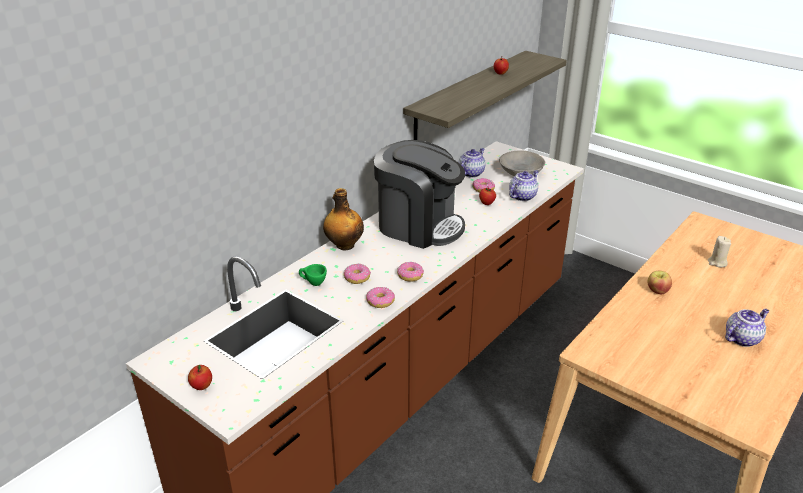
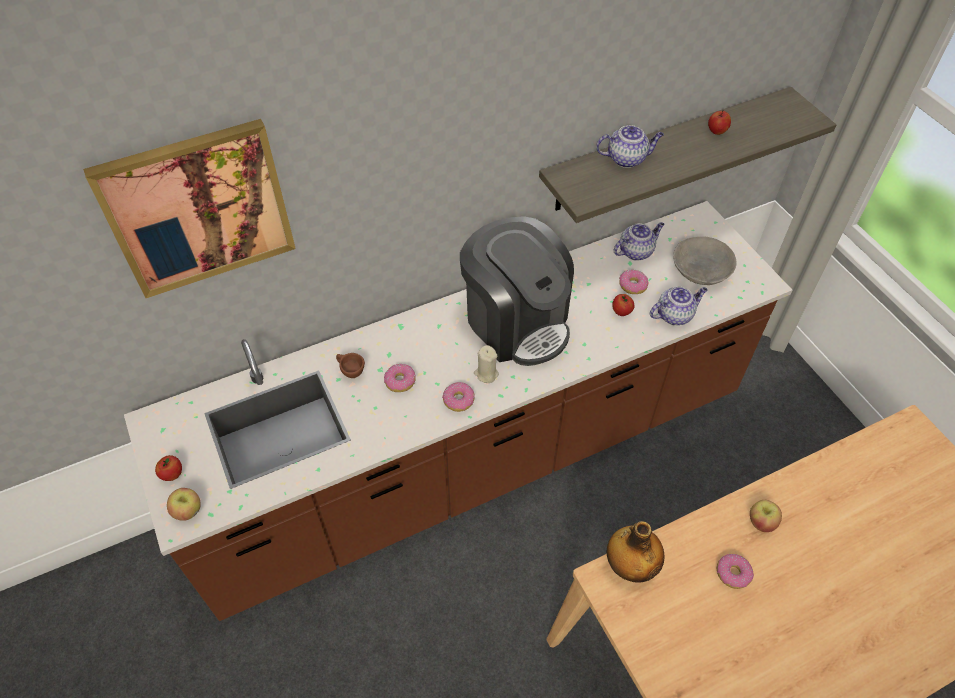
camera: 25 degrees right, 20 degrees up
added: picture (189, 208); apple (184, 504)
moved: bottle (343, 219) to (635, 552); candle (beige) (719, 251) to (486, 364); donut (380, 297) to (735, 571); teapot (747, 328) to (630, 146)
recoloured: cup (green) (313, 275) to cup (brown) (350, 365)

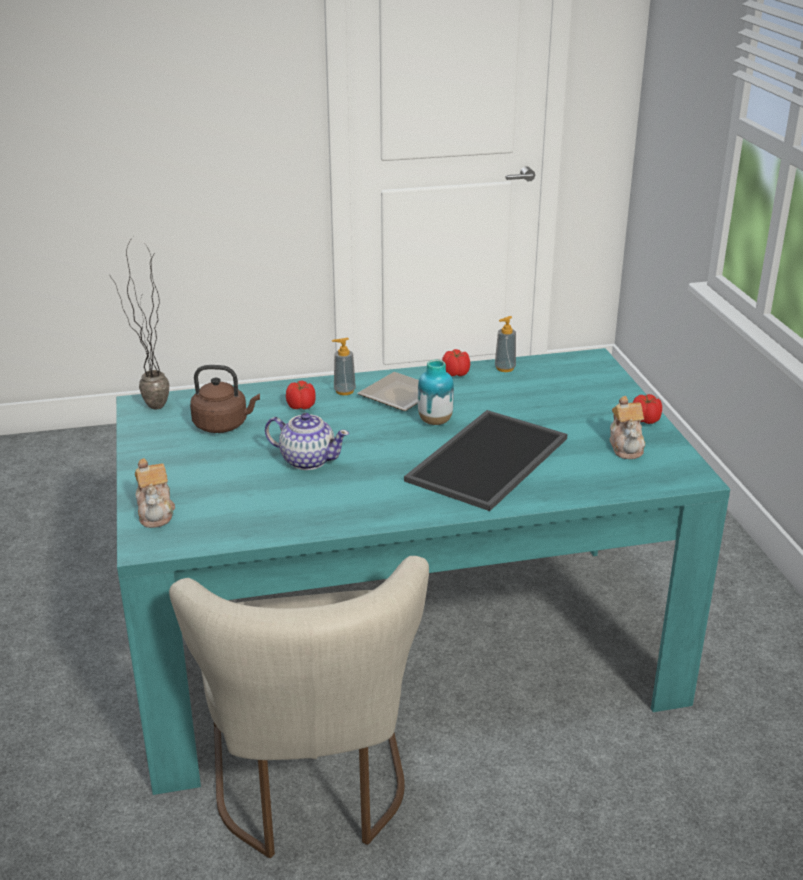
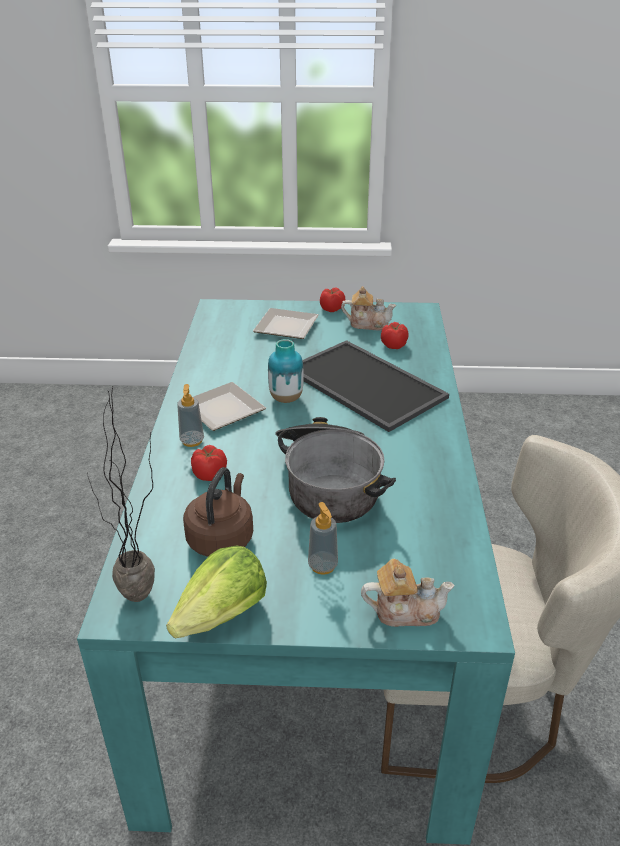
camera: 75 degrees left, 5 degrees up
added: plate (286, 323); lettuce (216, 591)
moved: soap dispenser (505, 344) to (323, 538); tomato (456, 362) to (394, 335)
replaced: teapot (307, 441) to cooking pot (335, 470)

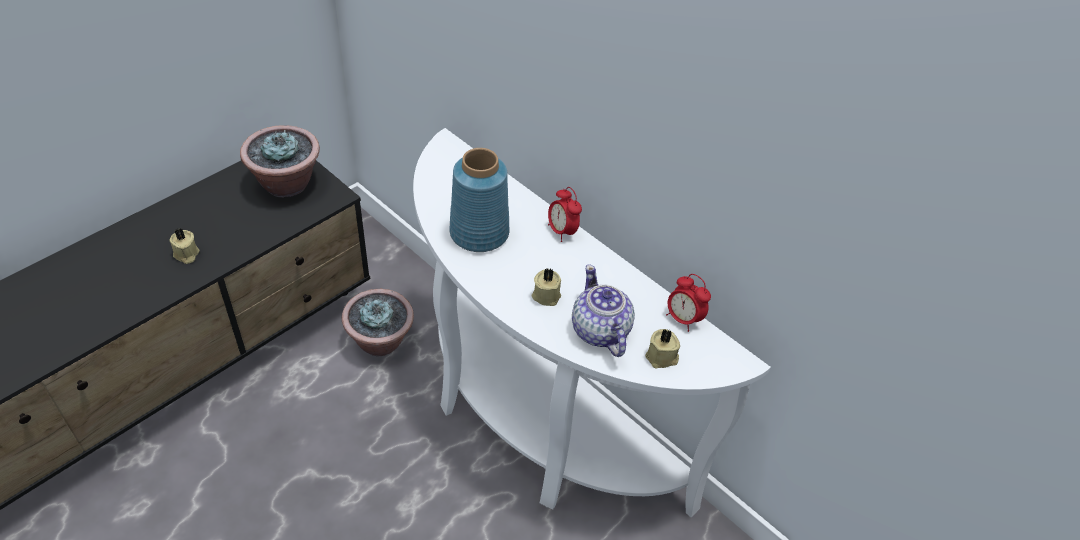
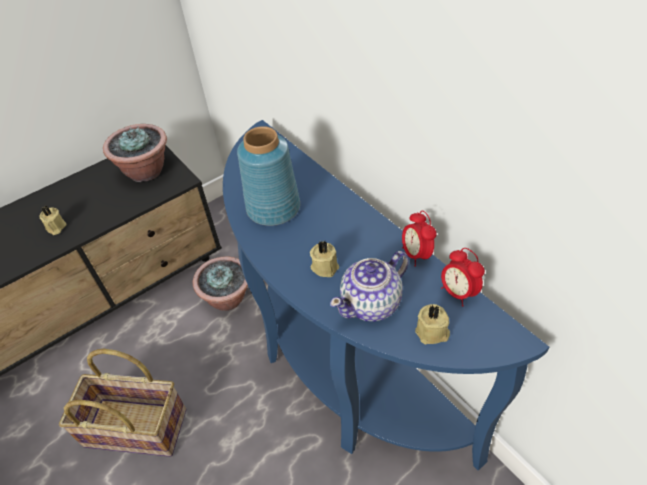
camera: 15 degrees right, 0 degrees up
added: basket (122, 402)
moved: alarm clock (565, 214) to (419, 239)
recoloured: console table (white) (592, 322) to console table (blue) (386, 295)
turned: teapot (603, 310) = (369, 286) 120 degrees counterclockwise

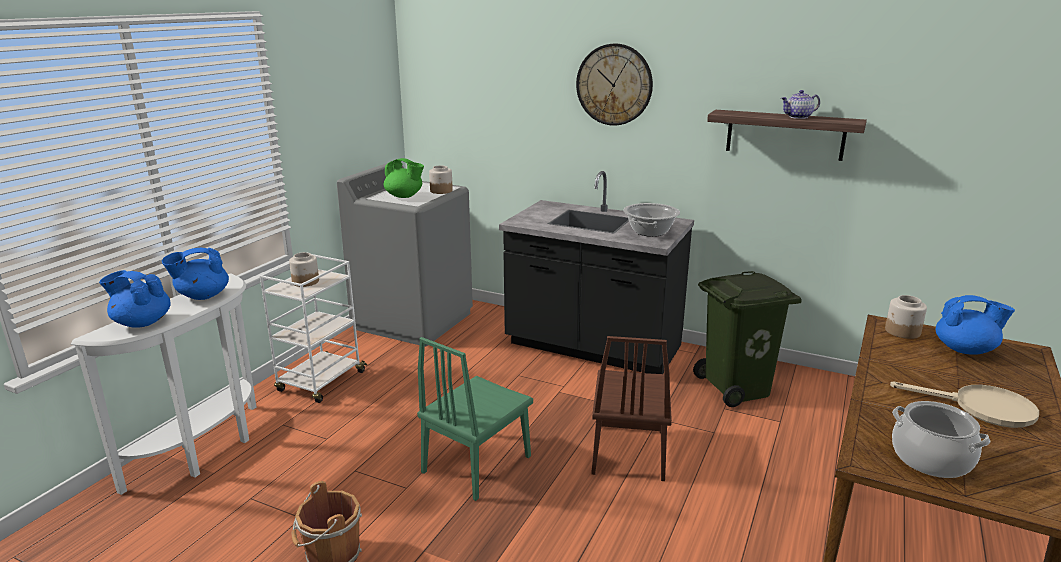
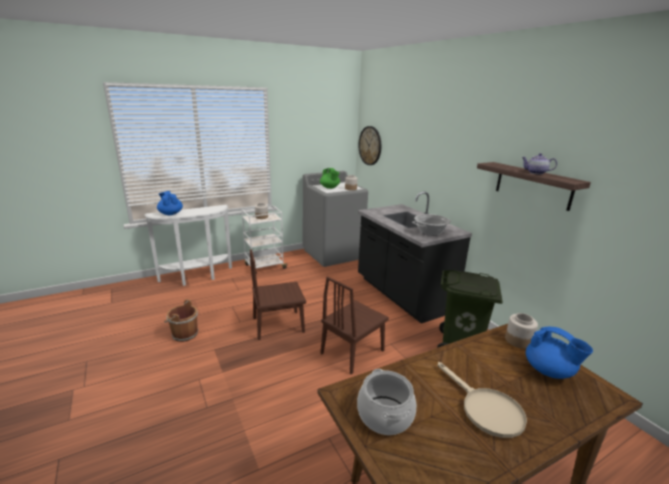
camera: 35 degrees right, 0 degrees up
removed: teapot (blue) (195, 274)
moved: wall clock (614, 84) to (369, 145)
recoloured: chair (green) (475, 419) to chair (brown) (278, 294)

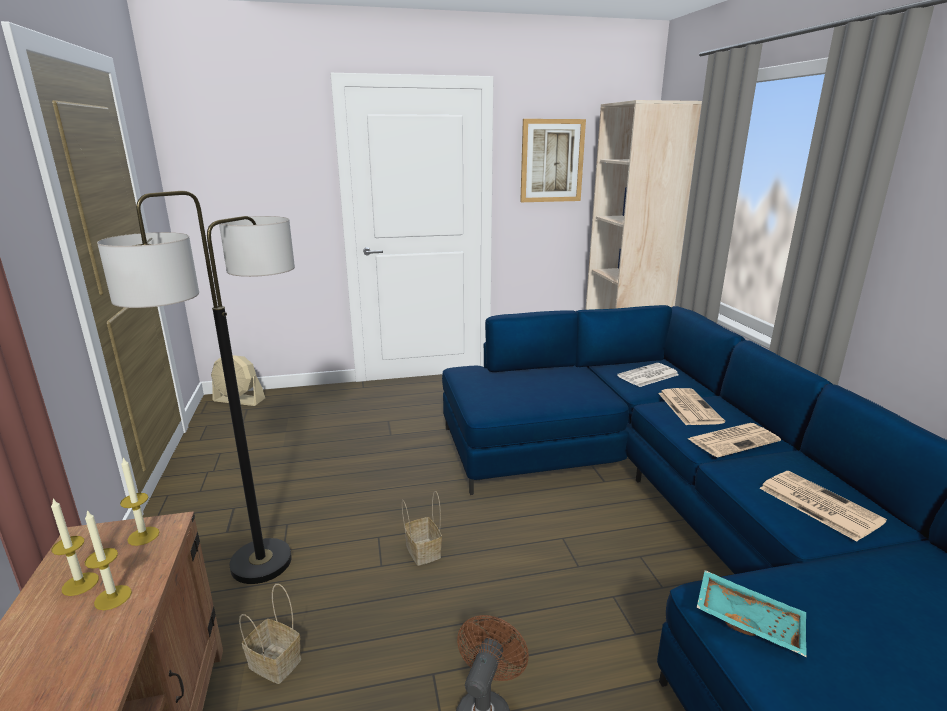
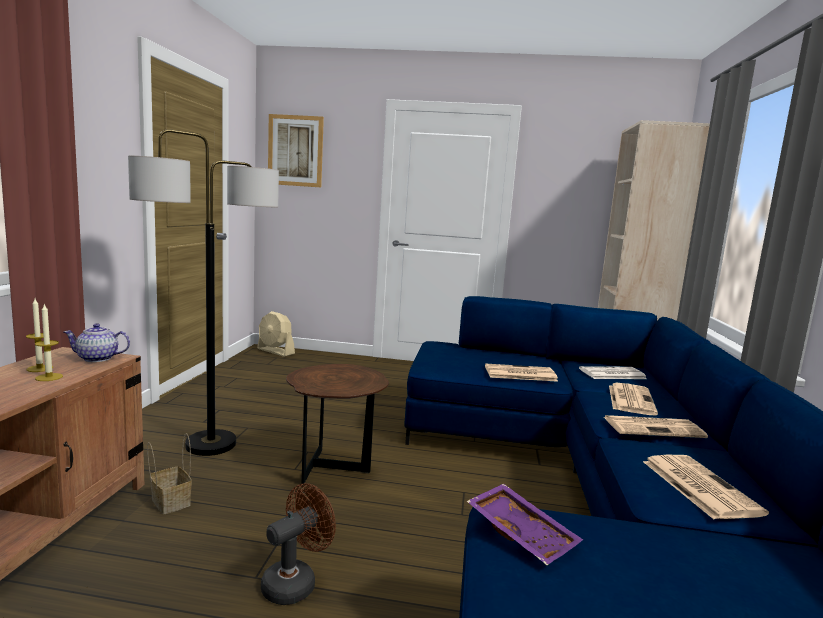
camera: 20 degrees right, 10 degrees down
added: newspaper (521, 372)
moved: picture (553, 160) to (296, 150)
replaced: candle (139, 501) to teapot (97, 342); basket (422, 528) to side table (brown) (337, 424)
recoloured: tray (turquoise) (751, 613) to tray (purple) (525, 524)

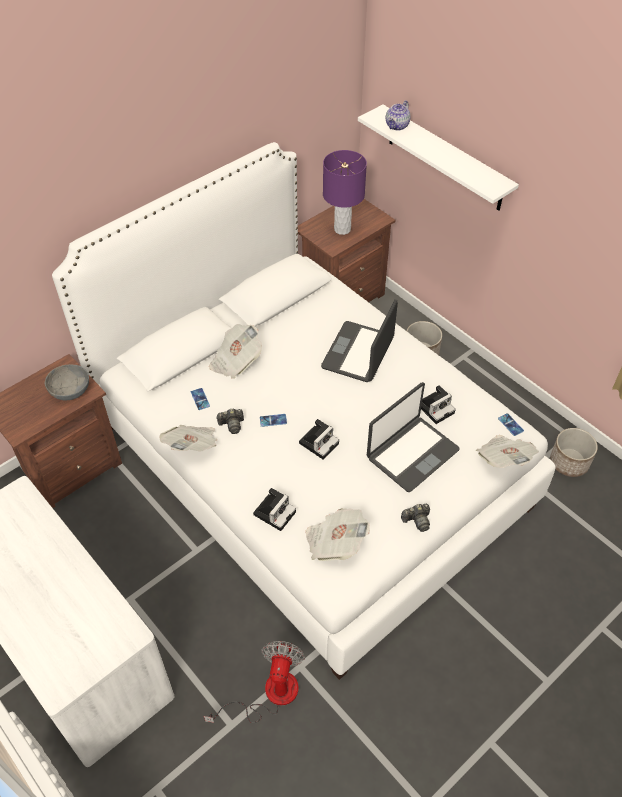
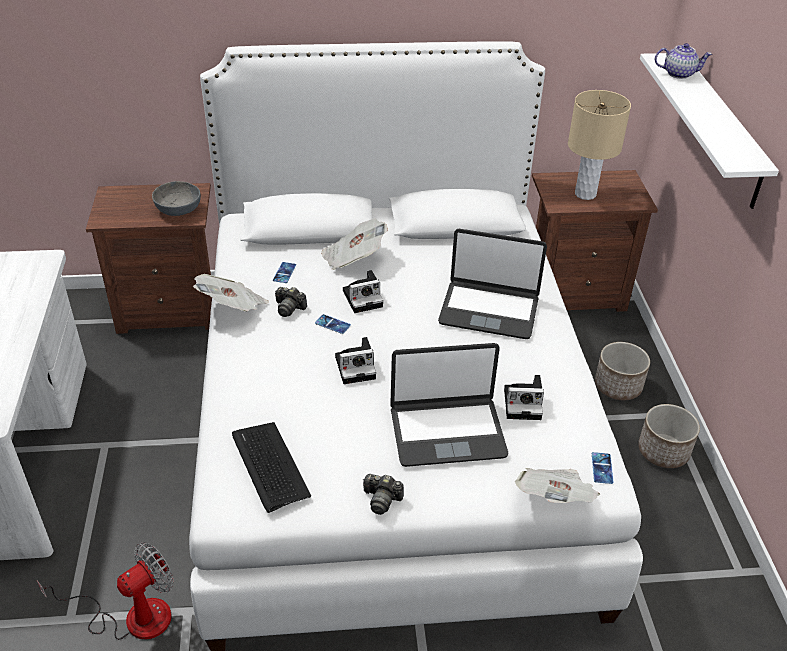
camera: 35 degrees right, 10 degrees down
moved: planter (574, 452) to (669, 436); photo camera (274, 509) to (363, 291)
replaced: newspaper (337, 534) to keyboard (271, 467)
recoloured: table lamp (purple) (345, 192) to table lamp (beige) (599, 145)
turned: teapot (398, 115) = (683, 61) 150 degrees counterclockwise; laptop (359, 340) = (492, 284) 135 degrees counterclockwise

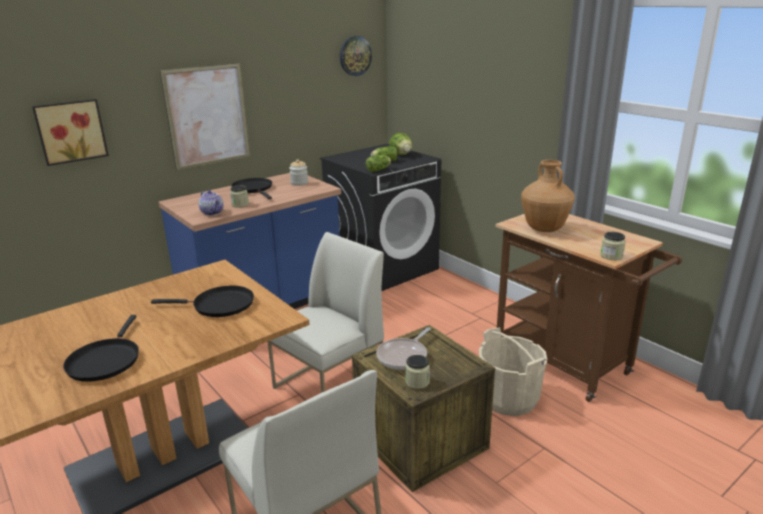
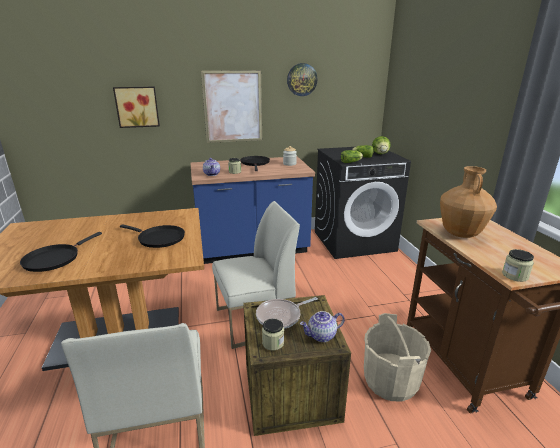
camera: 25 degrees right, 0 degrees up
added: teapot (322, 326)
moved: wall clock (356, 56) to (302, 79)

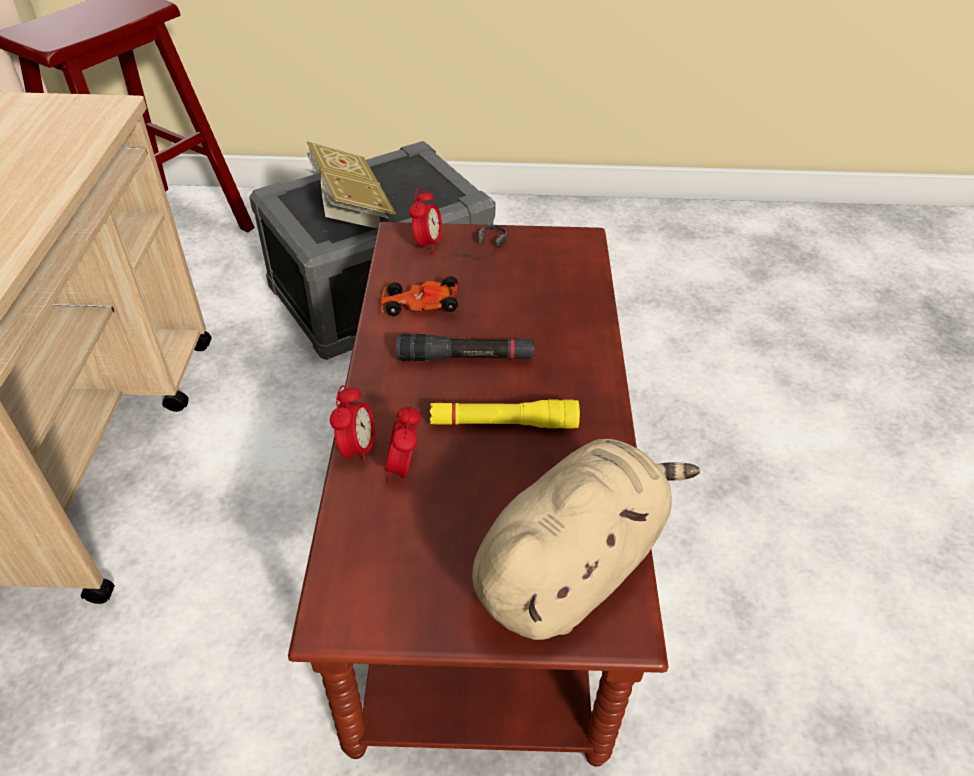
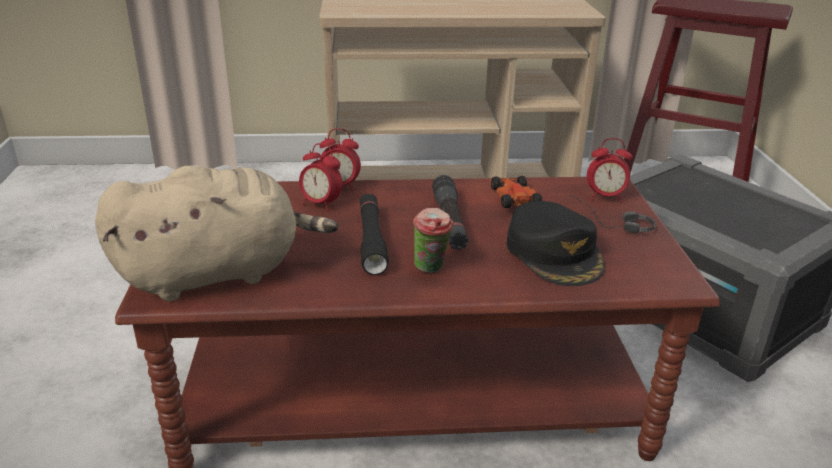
camera: 85 degrees right, 15 degrees down
removed: book (350, 185)
added: cap (black) (556, 243); cup (433, 240)
recoloured: flashlight (yellow) (505, 414) to flashlight (black) (374, 234)
turned: alarm clock (403, 445) = (320, 177) 150 degrees counterclockwise; plush toy (beige) (586, 539) = (216, 233) 60 degrees counterclockwise

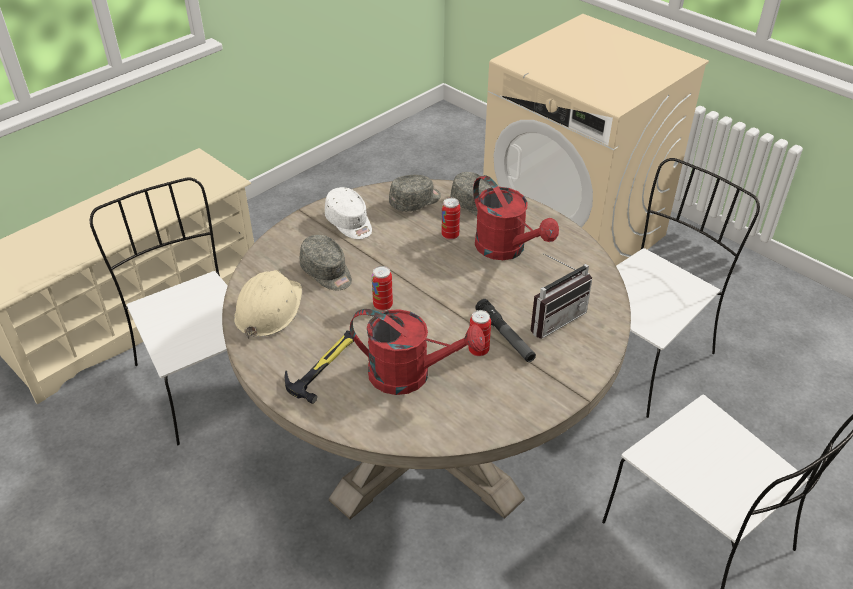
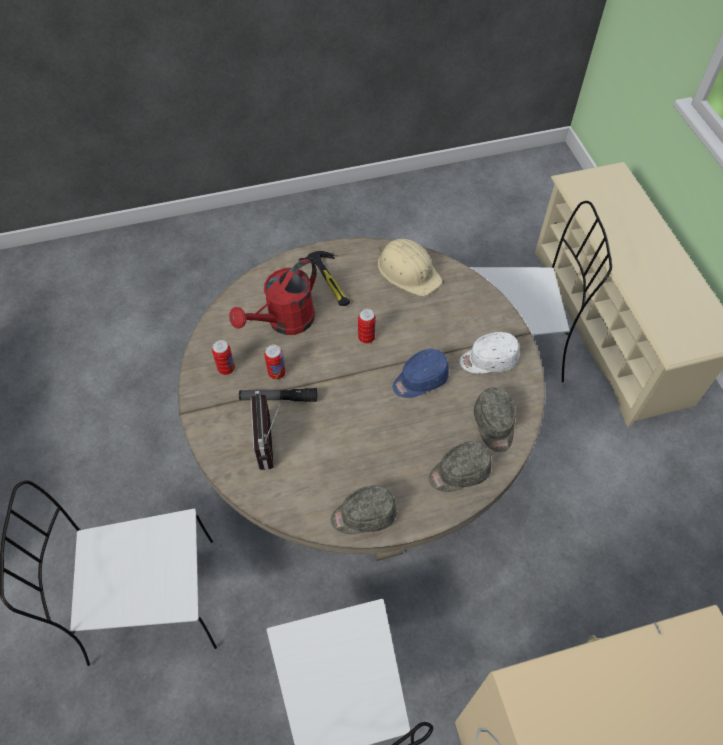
camera: 120 degrees right, 15 degrees up
removed: watering can (red) (516, 217)
added: cap (blue) (421, 373)
moved: can (451, 219) to (223, 357); cap (grey) (325, 262) to (363, 510)

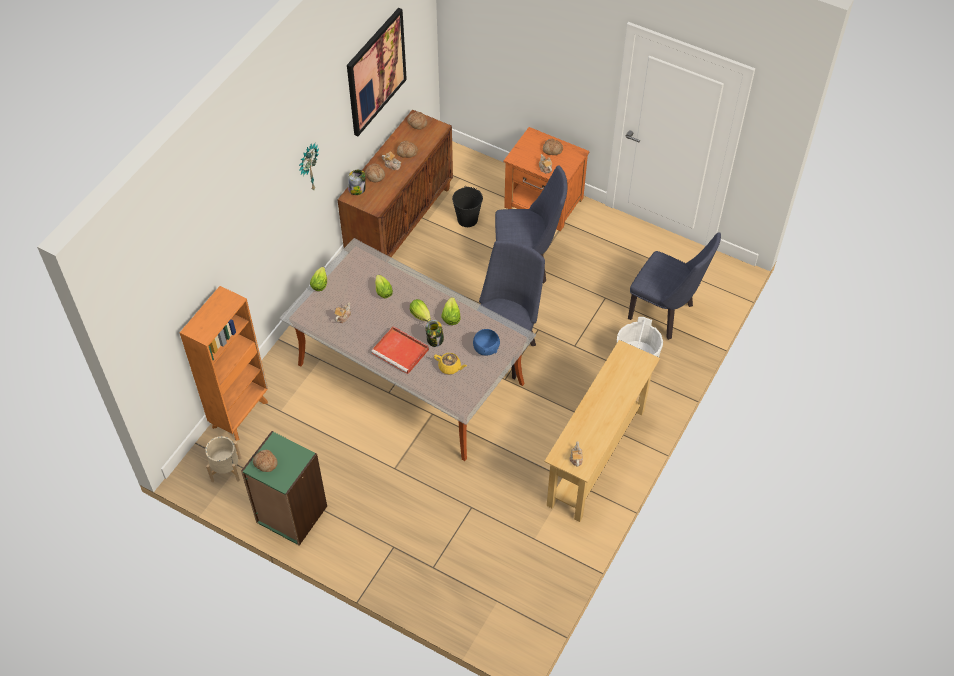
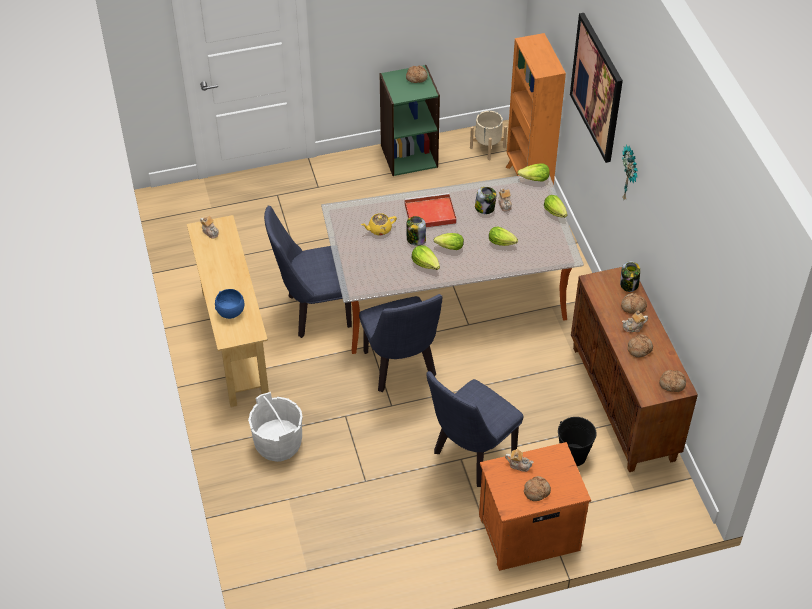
camera: 135 degrees right, 5 degrees down
added: lettuce (533, 172); jar (485, 200)
moved: picture (377, 72) to (596, 88); chair (blue) (674, 286) to (308, 272); bowl (blue) (486, 342) to (229, 304)

